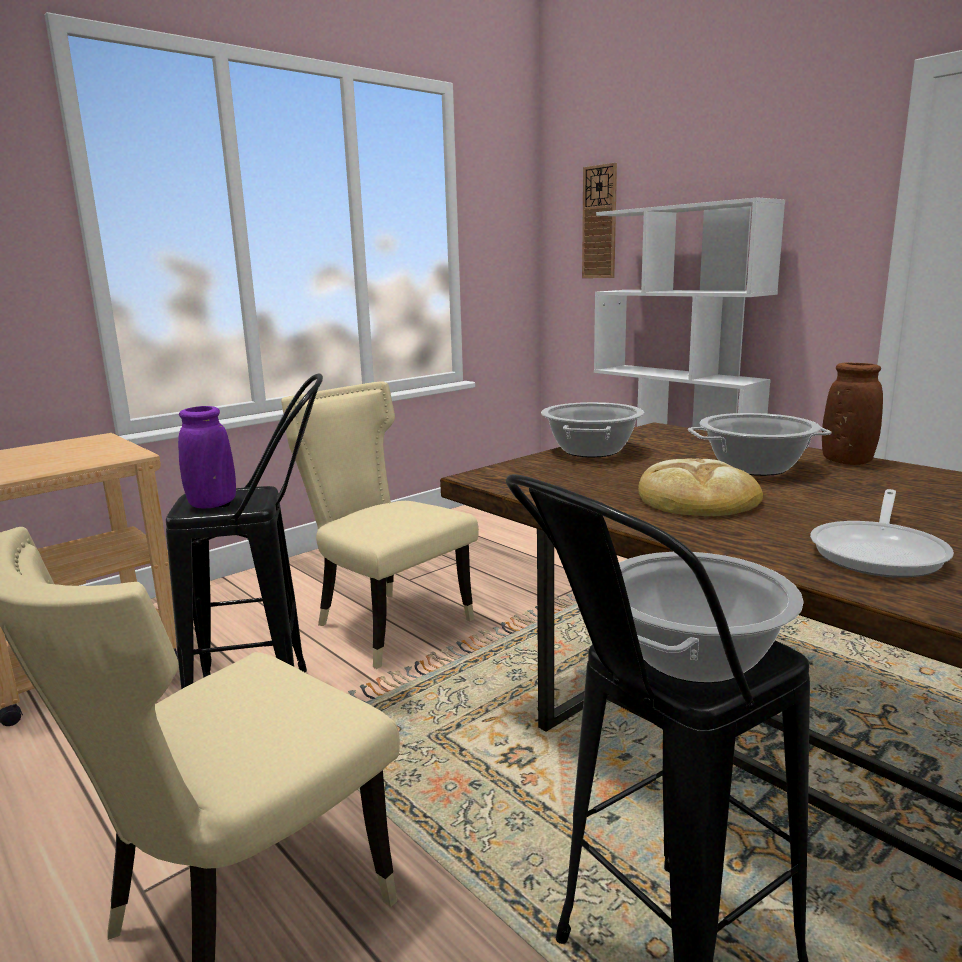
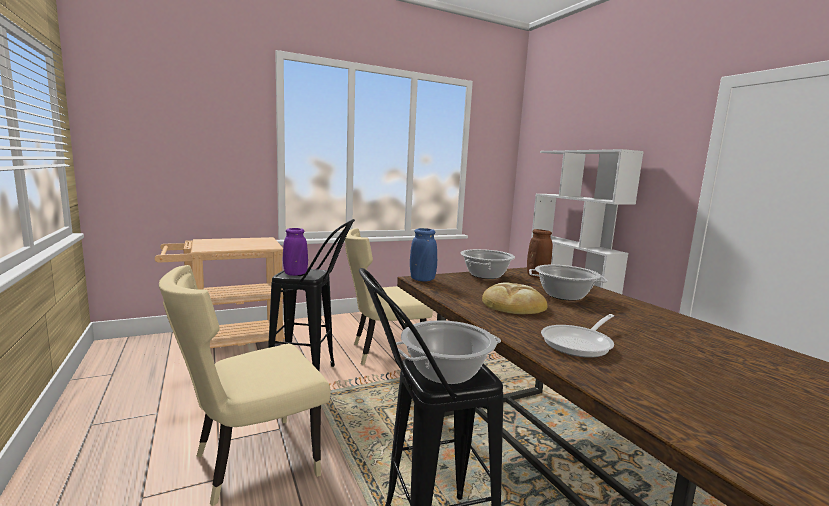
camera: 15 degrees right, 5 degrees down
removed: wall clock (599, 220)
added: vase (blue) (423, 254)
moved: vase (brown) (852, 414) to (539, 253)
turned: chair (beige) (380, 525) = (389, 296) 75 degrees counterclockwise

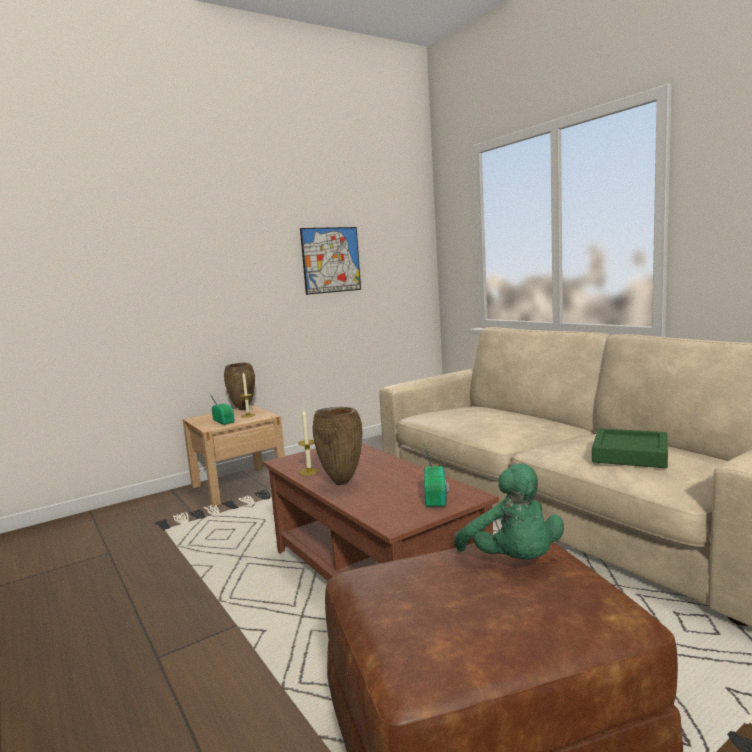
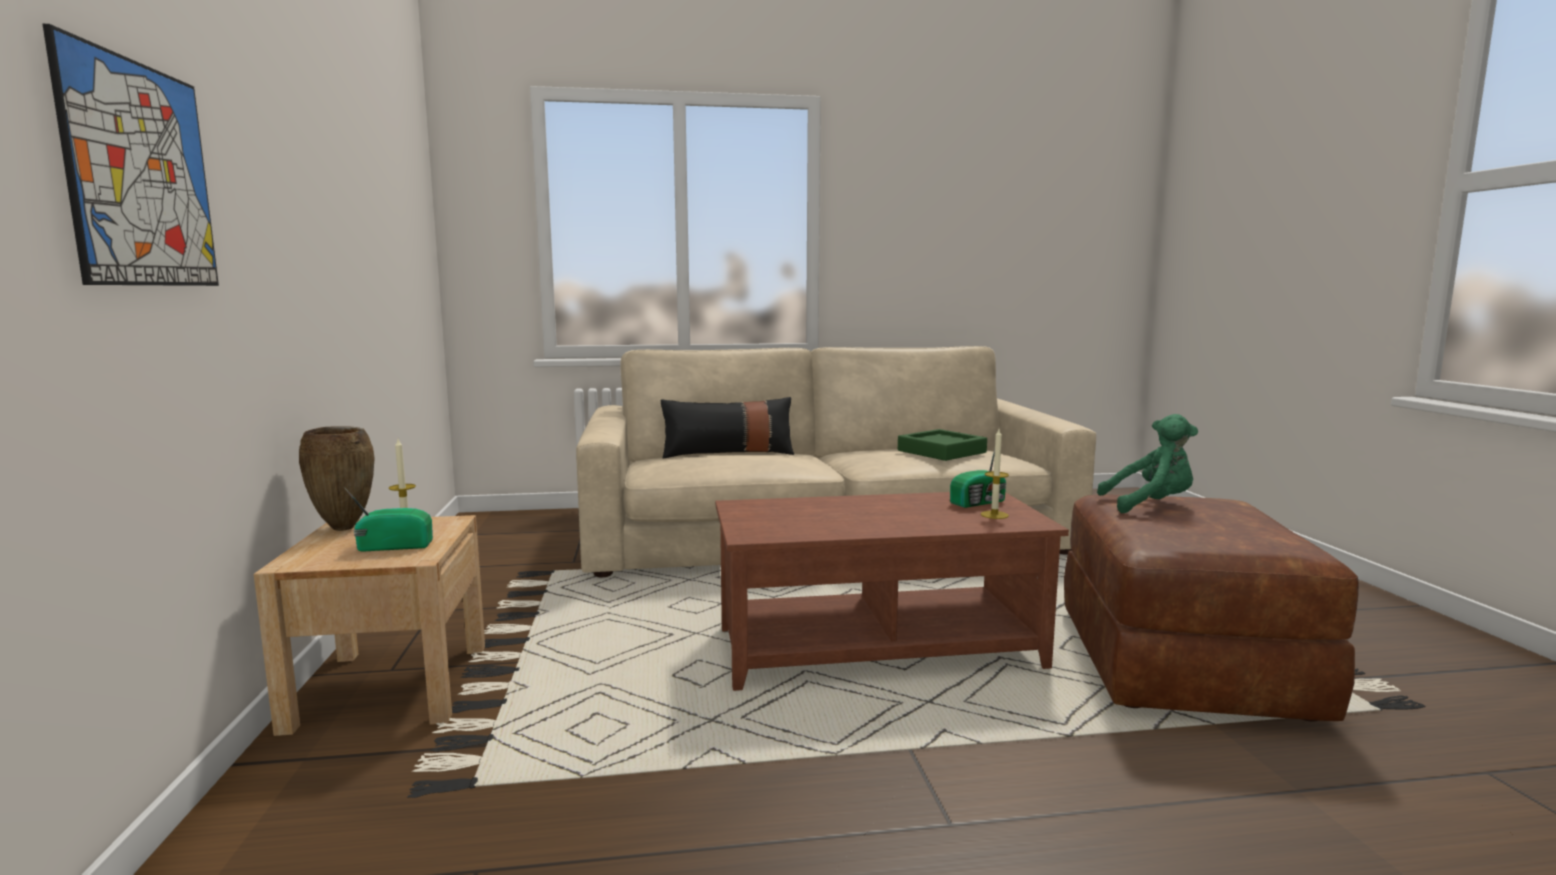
camera: 65 degrees left, 0 degrees up
removed: vase (brown) (338, 446)
added: pillow (black) (727, 427)
moved: picture (330, 261) to (131, 155); candle (308, 443) to (995, 474)
turned: radio (436, 474) = (978, 478) 120 degrees clockwise

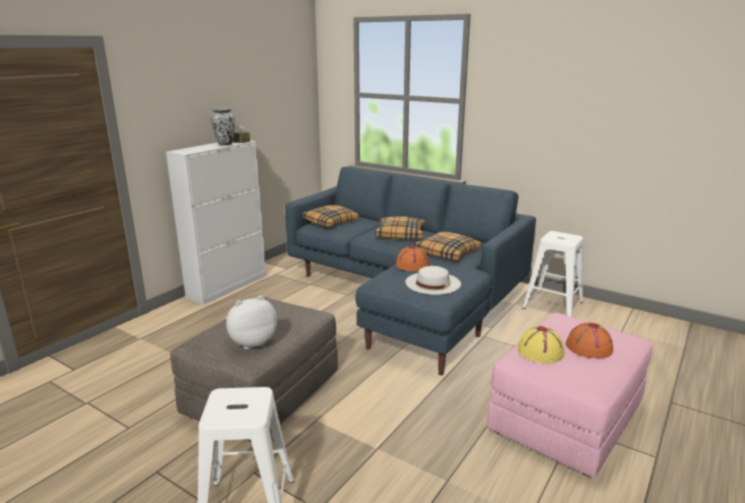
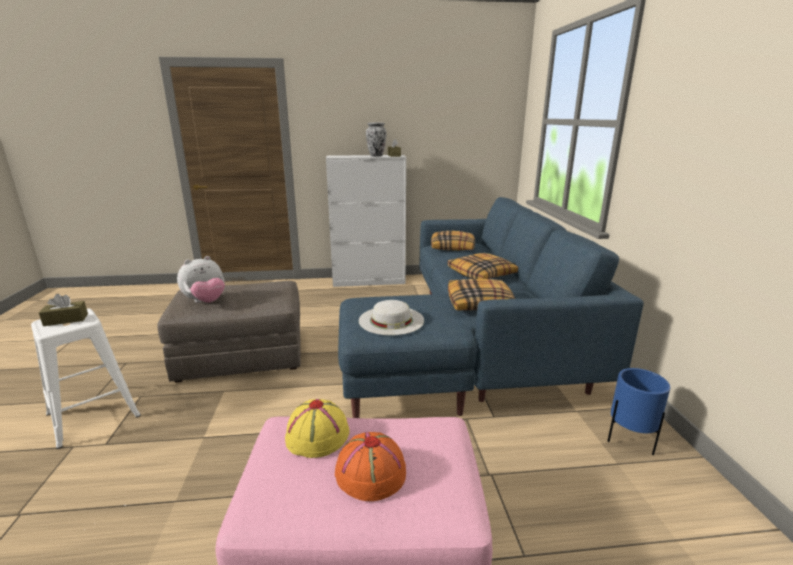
camera: 50 degrees right, 0 degrees up
removed: hat (orange) (412, 258)
added: tissue box (brown) (63, 310)
replaced: stool (white) (553, 274) to planter (blue) (639, 411)
turned: plush toy (251, 323) = (201, 279) 120 degrees clockwise

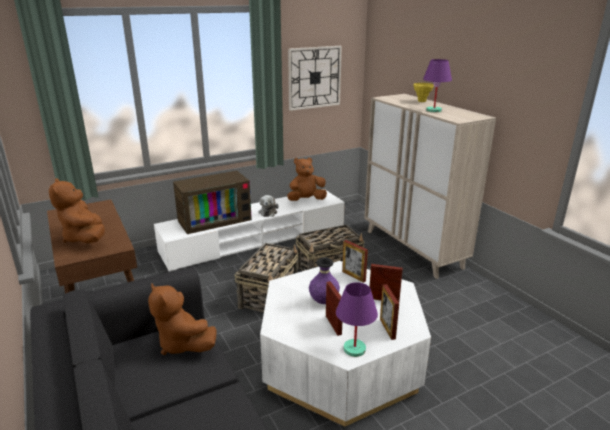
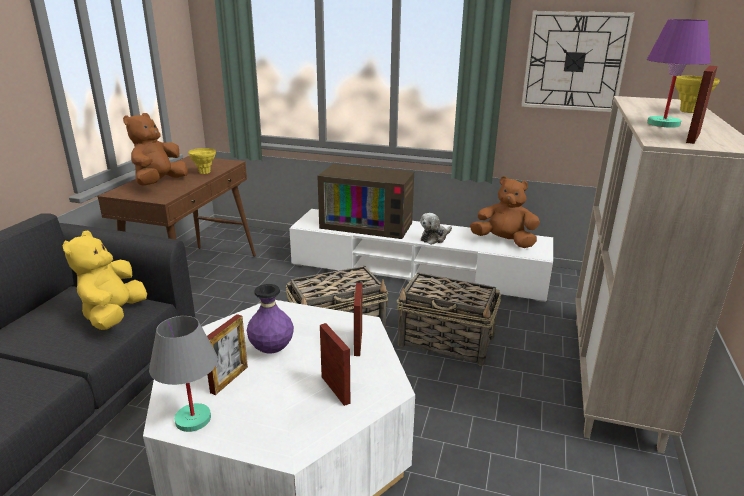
camera: 45 degrees right, 0 degrees up
added: vase (yellow) (202, 161)
moved: picture frame (389, 312) to (702, 105)
recoloured: table lamp (purple) (357, 319) to table lamp (grey) (183, 374); plush toy (brown) (182, 319) to plush toy (yellow) (104, 280)

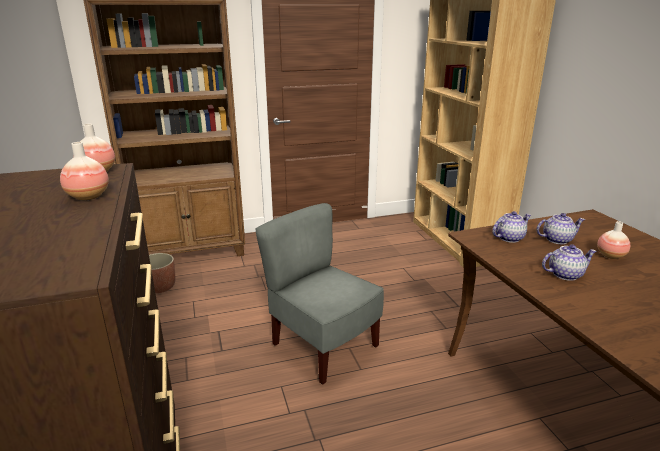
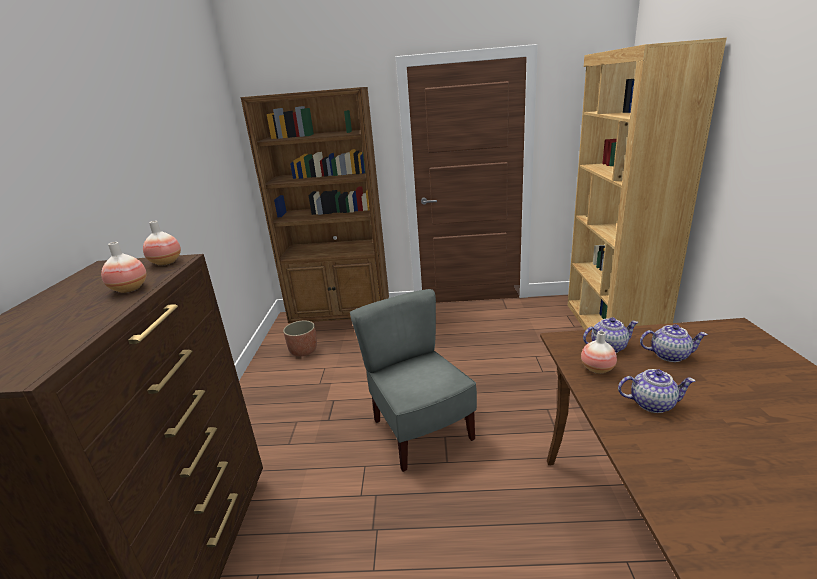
camera: 20 degrees right, 0 degrees up
moved: vase (613, 240) to (599, 352)

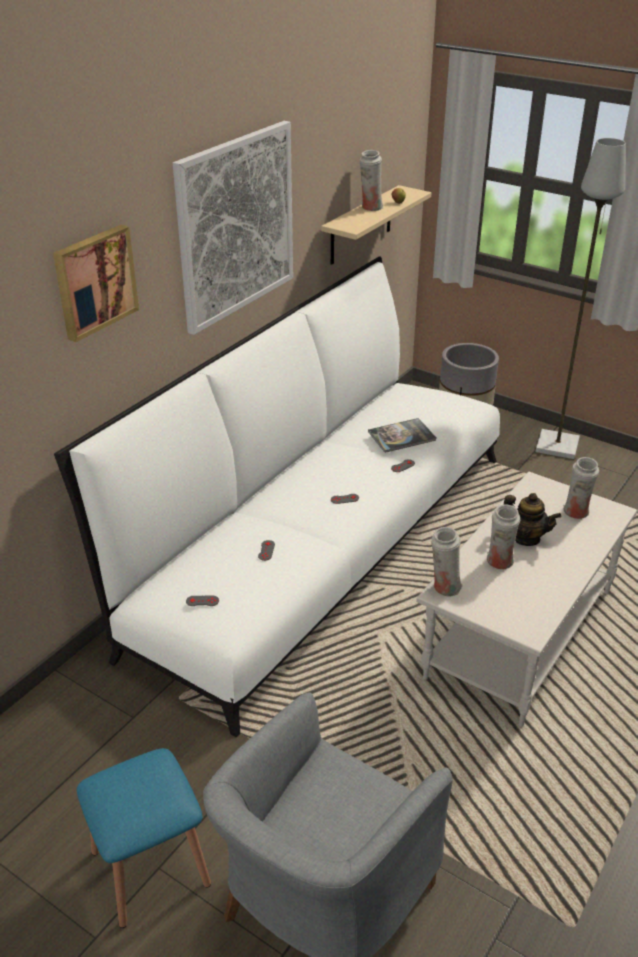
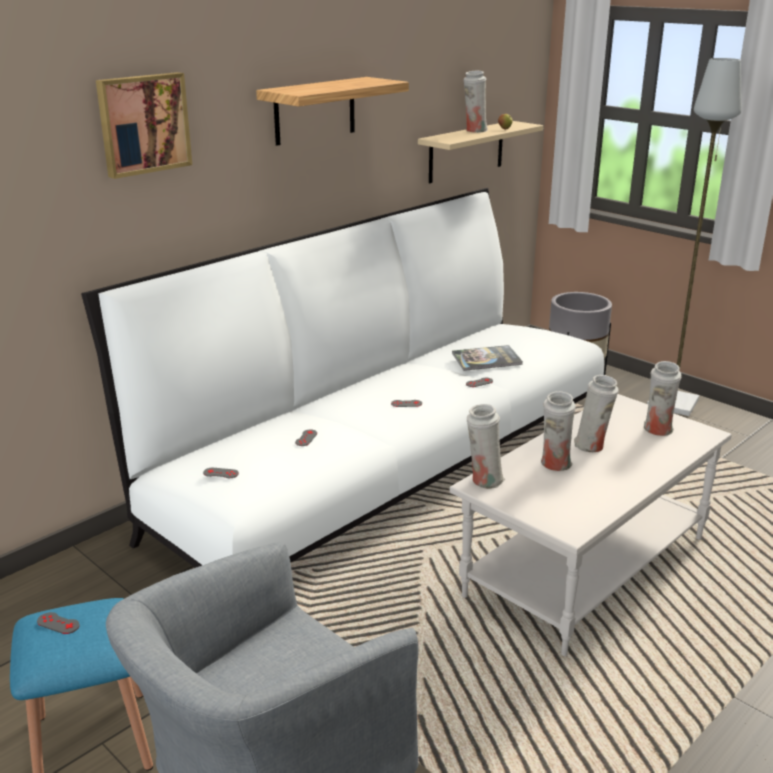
camera: 10 degrees right, 10 degrees down
added: game controller (grey) (58, 623)
replaced: picture (233, 228) to shelf (332, 111); teapot (532, 519) to vase (white) (596, 413)

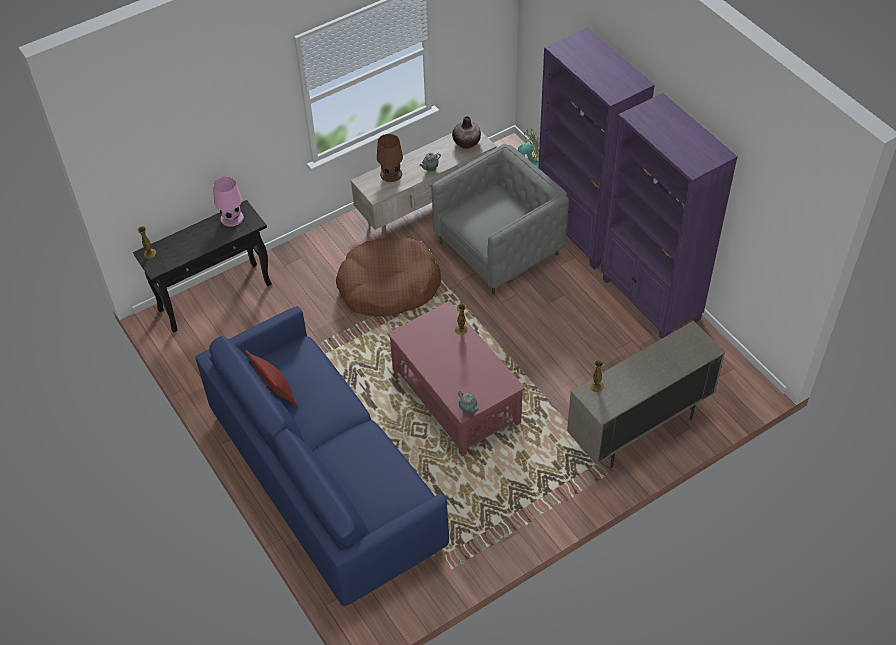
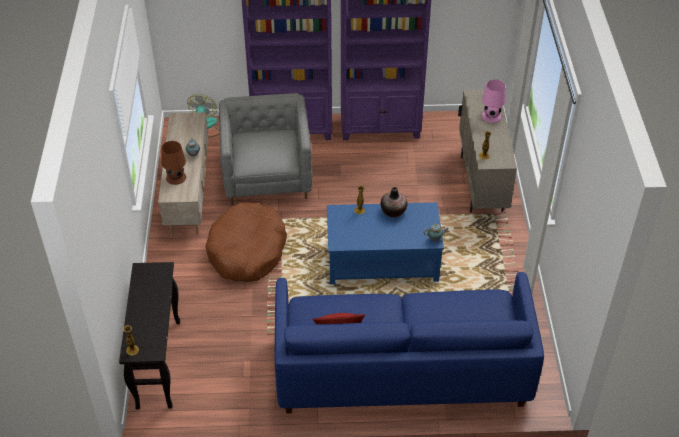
camera: 60 degrees left, 5 degrees down
moved: vase (466, 132) to (394, 202); table lamp (pink) (228, 201) to (494, 101)
recoloured: coffee table (red) (456, 379) to coffee table (blue) (385, 243)

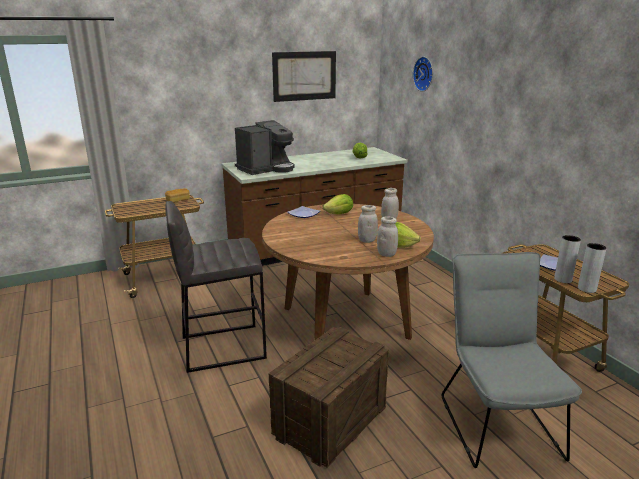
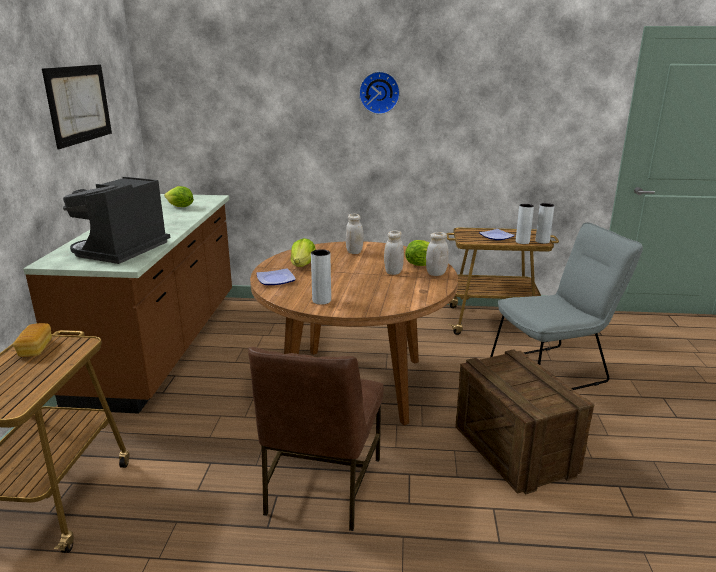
camera: 60 degrees left, 0 degrees up
added: vase (grey) (321, 277)
moved: wall clock (423, 74) to (379, 92)
replaced: stool (grey) (216, 287) to chair (brown) (316, 439)
turned: coffee machine (265, 147) = (116, 220) 150 degrees counterclockwise; chair (grey) (512, 360) = (566, 306) 135 degrees clockwise

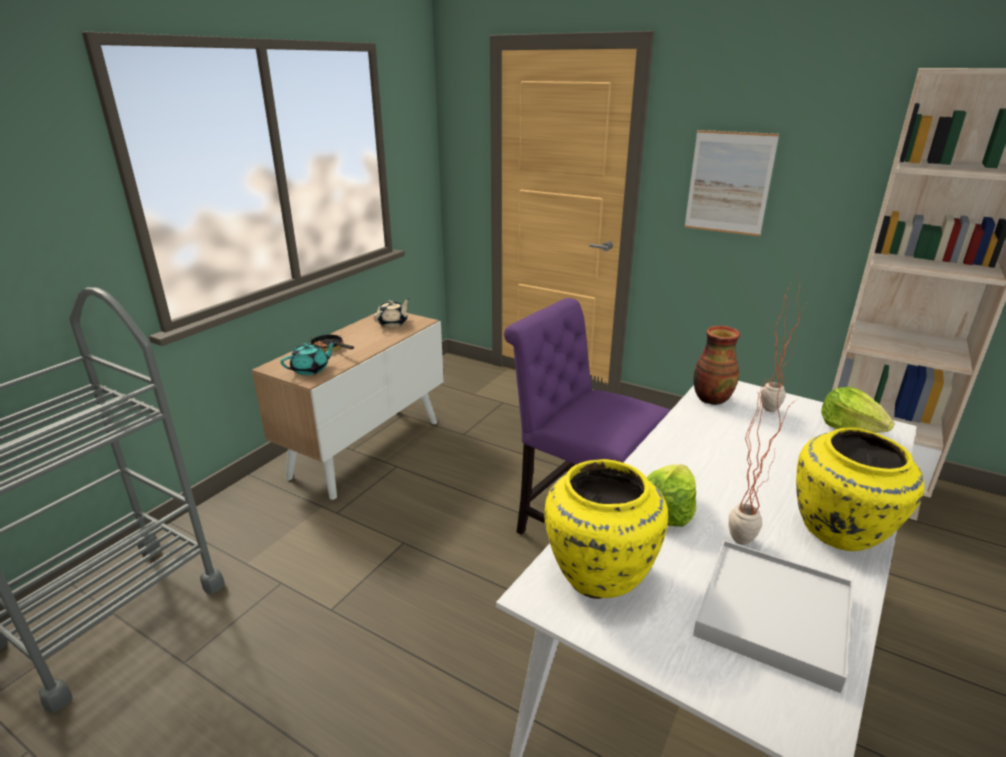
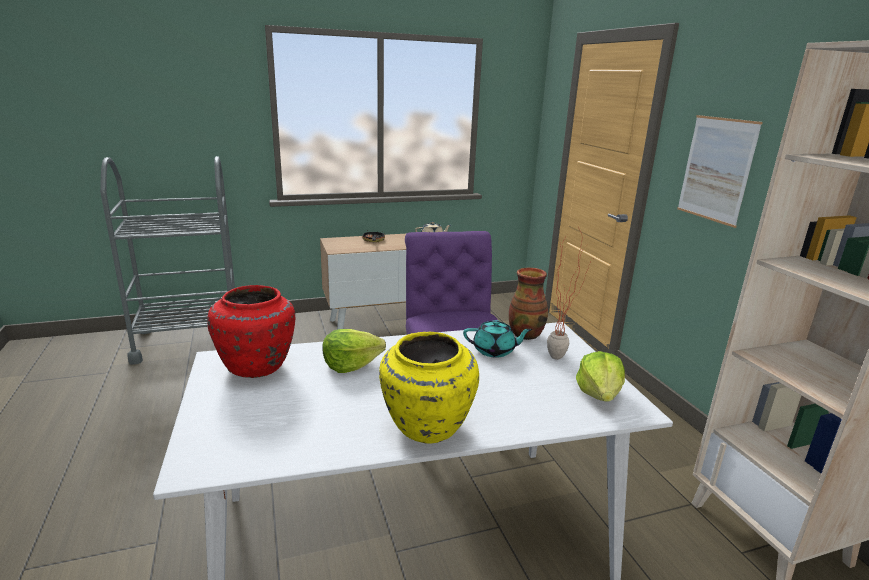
camera: 40 degrees right, 5 degrees down
removed: potted plant (762, 454); tray (white) (773, 616)
moved: teapot (turquoise) (308, 358) to (497, 339)
recoloured: vase (yellow) (606, 529) to vase (red) (251, 331)

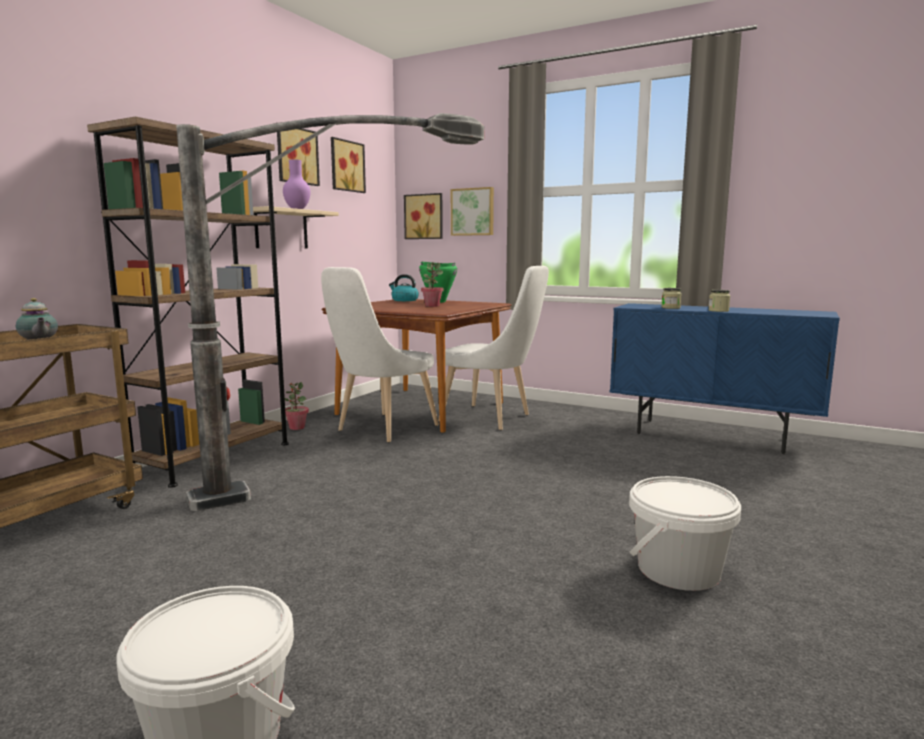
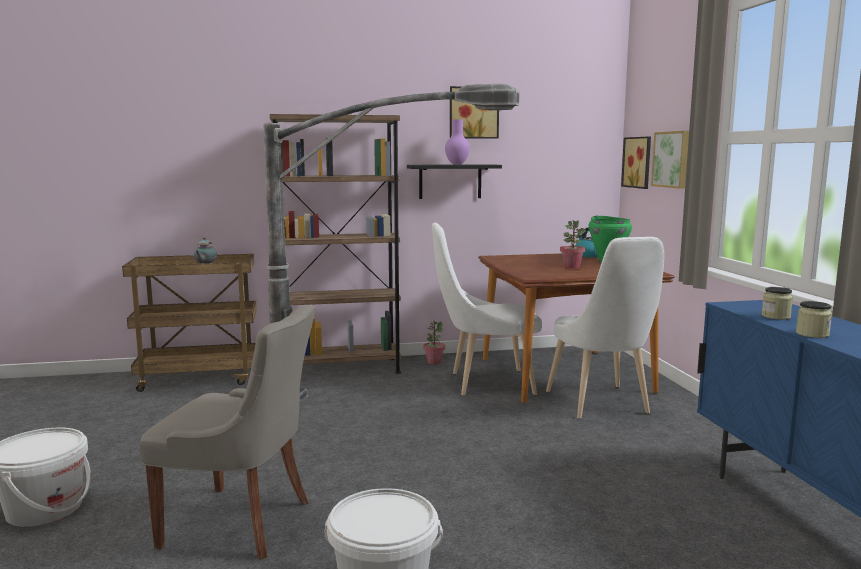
camera: 50 degrees right, 0 degrees up
removed: picture (348, 165)
added: chair (grey) (227, 432)
recoloured: shelf (beige) (296, 227) to shelf (black) (454, 181)

